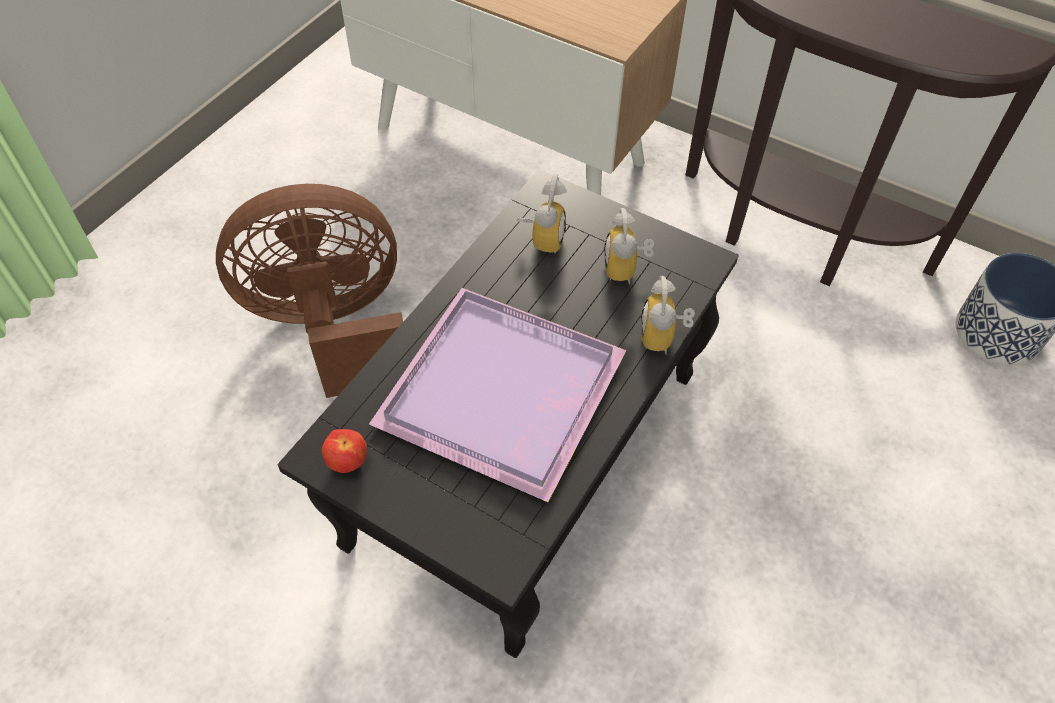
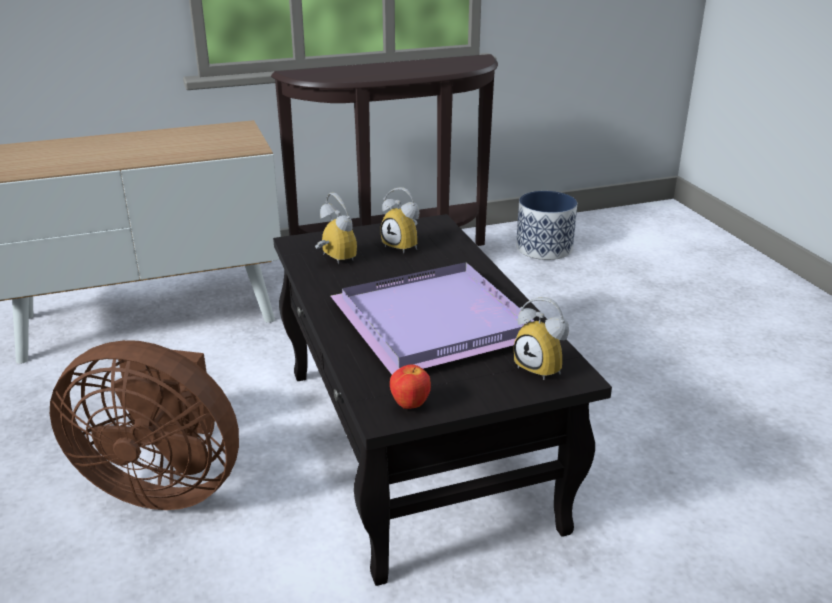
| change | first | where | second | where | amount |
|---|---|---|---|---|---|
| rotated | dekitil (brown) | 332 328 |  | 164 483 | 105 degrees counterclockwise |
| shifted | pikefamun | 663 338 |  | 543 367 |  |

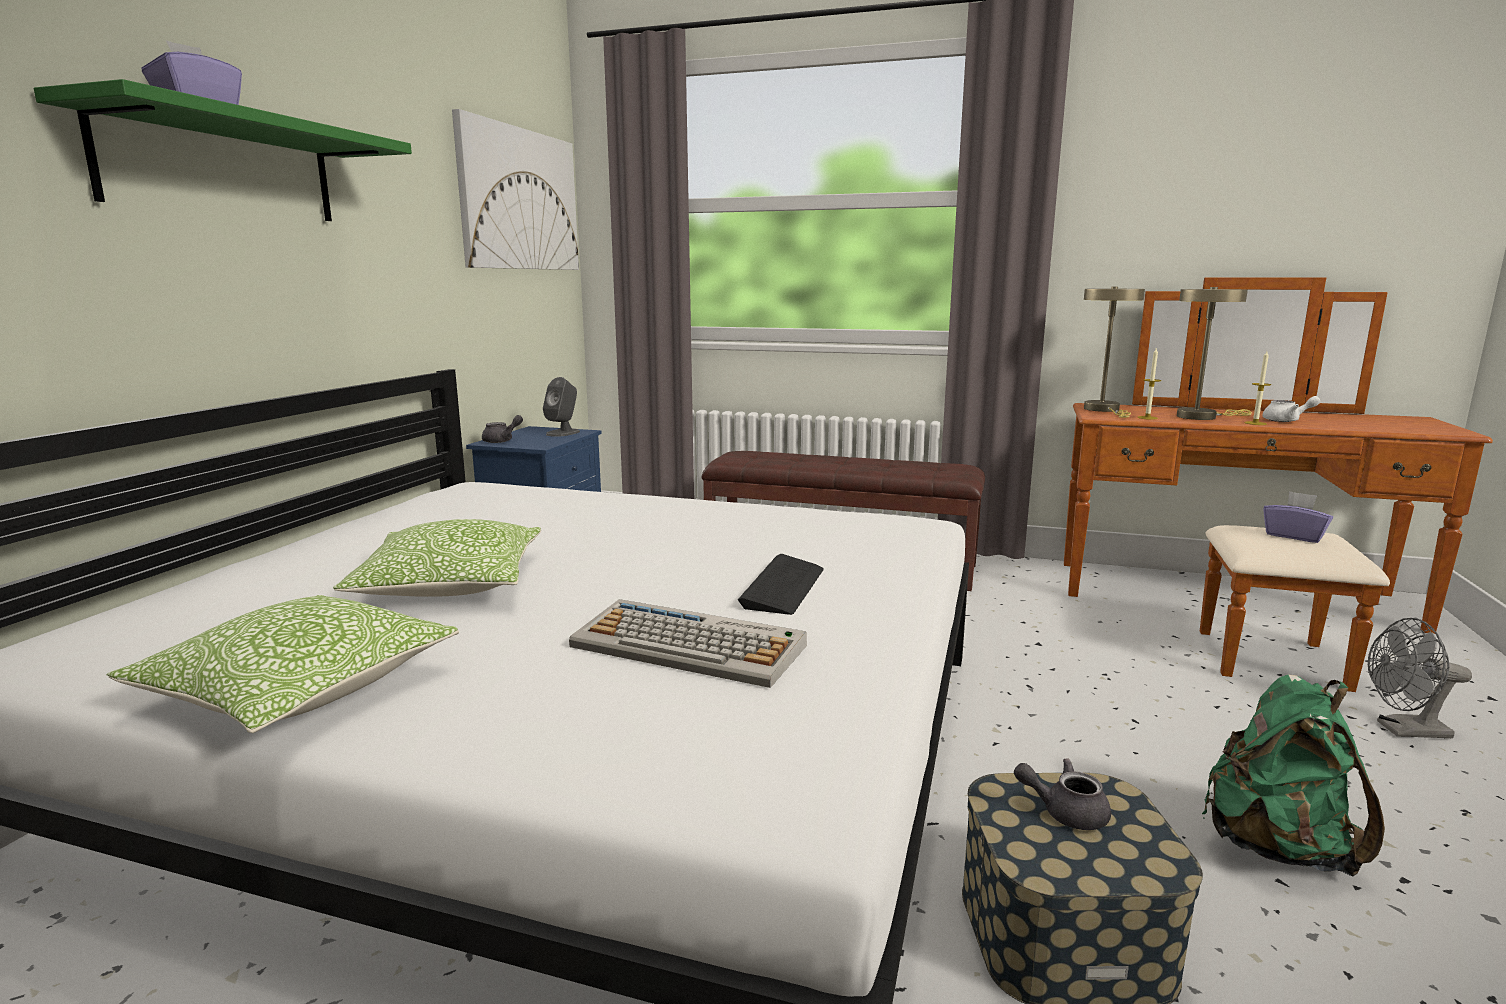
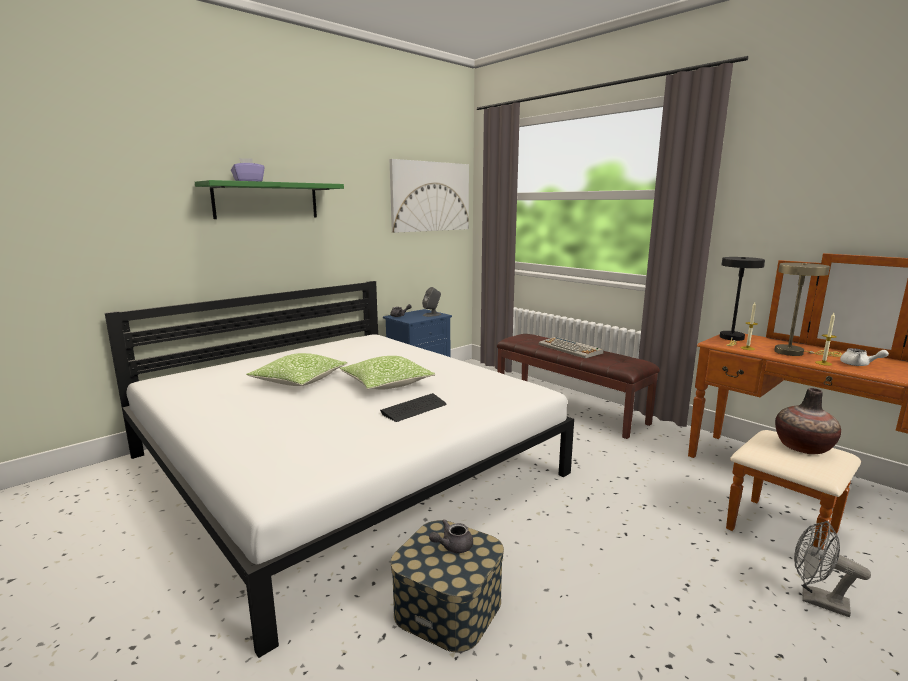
| change | first | where | second | where | amount |
|---|---|---|---|---|---|
| shifted | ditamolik | 299 689 |  | 386 383 |  |
| rotated | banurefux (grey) | 1065 812 |  | 452 546 | 75 degrees counterclockwise |
| shifted | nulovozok | 691 646 |  | 570 349 |  |
| repainted | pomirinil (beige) | 1104 410 | pomirinil (black) | 732 338 |  |
| swapped | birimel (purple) | 1294 536 | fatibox | 802 447 |  |
| gone | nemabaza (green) | 1276 846 |  |  |  |

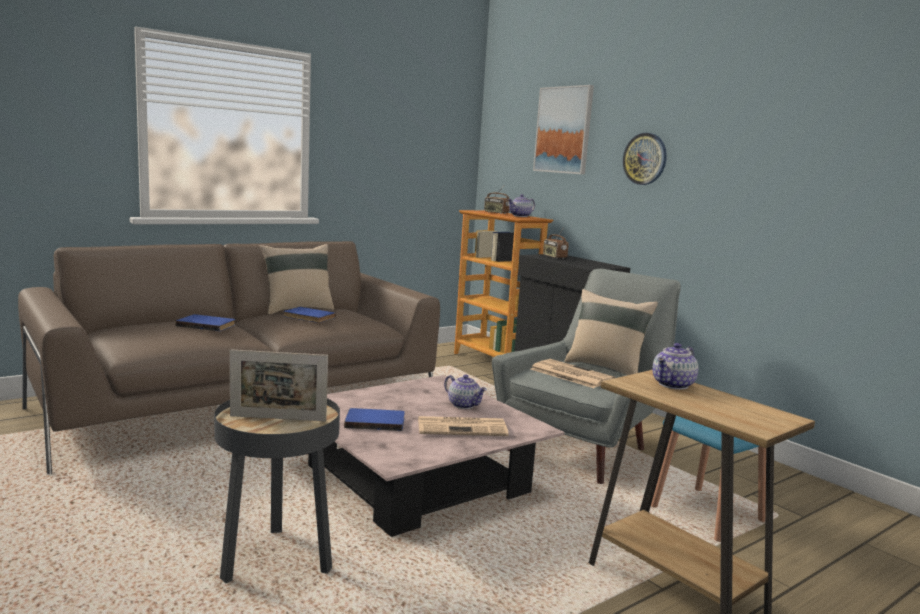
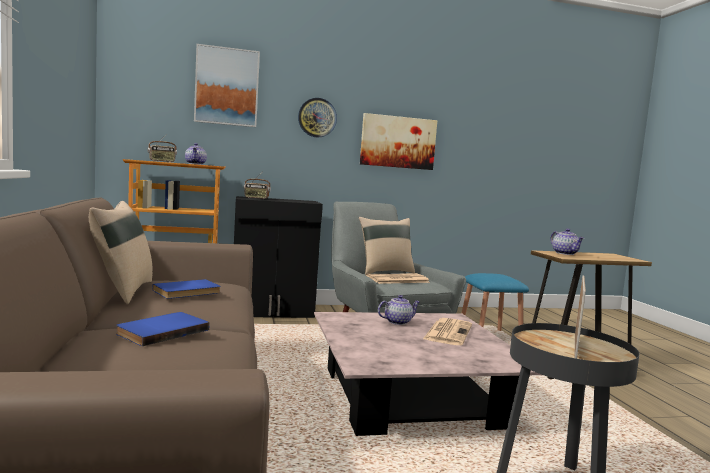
| change | first | where | second | where | amount |
|---|---|---|---|---|---|
| new |  |  | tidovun | 398 142 |  |
| gone | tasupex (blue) | 375 421 |  |  |  |

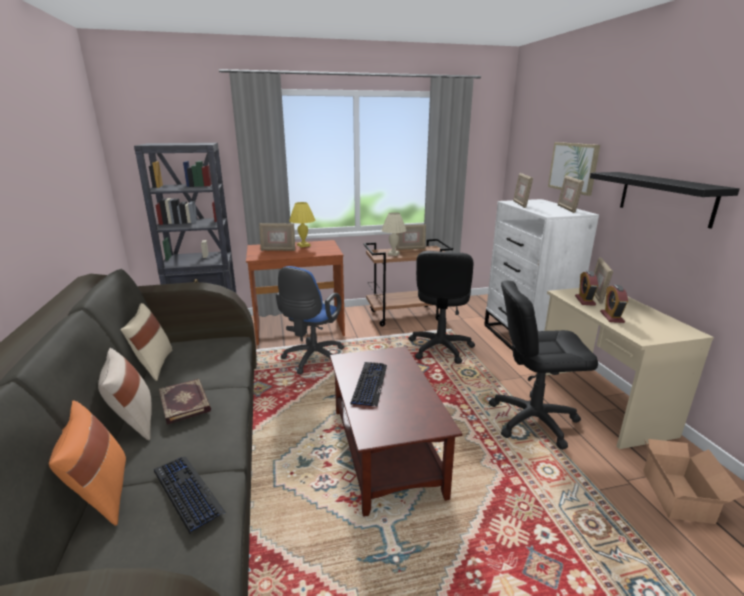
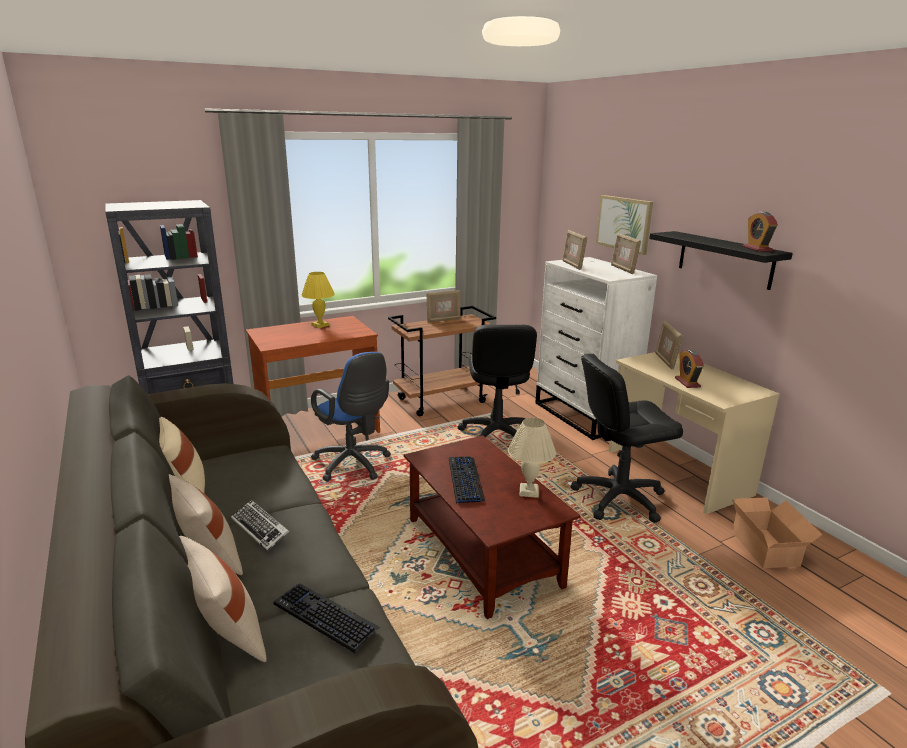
| change | first | where | second | where | amount |
|---|---|---|---|---|---|
| repainted | ditamolik (orange) | 102 495 | ditamolik (beige) | 226 637 |  |
| swapped | tasupex | 186 402 | nulovozok | 260 528 |  |
| rotated | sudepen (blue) | 312 360 |  | 354 465 | 45 degrees counterclockwise |
| shifted | pomirinil (beige) | 393 254 |  | 529 491 |  |
| shifted | pikefamun | 585 300 |  | 757 249 |  |
| gone | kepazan | 278 250 |  |  |  |

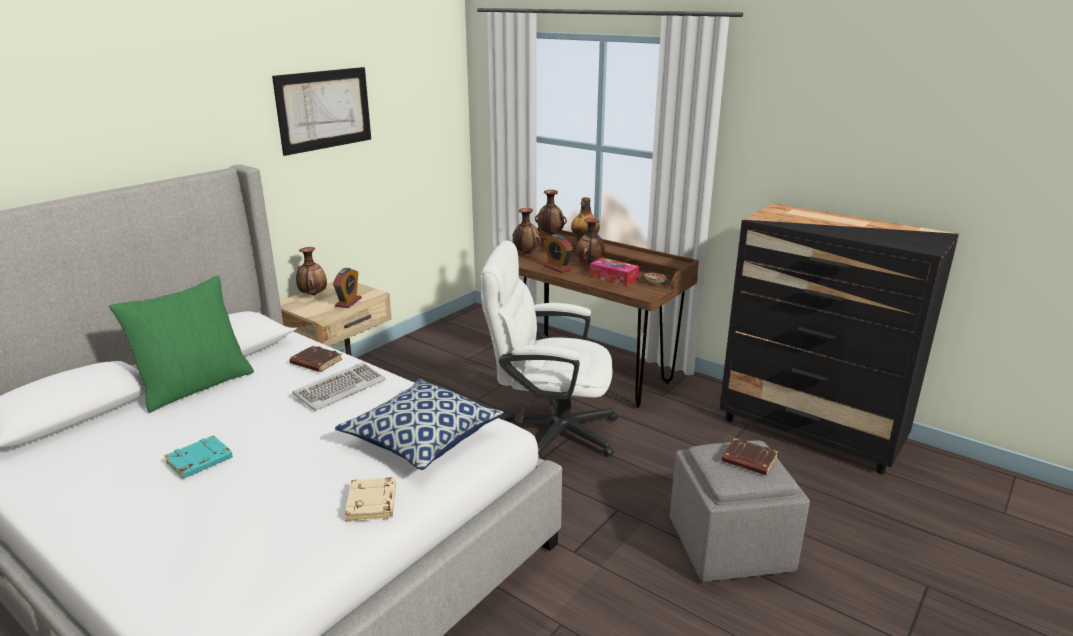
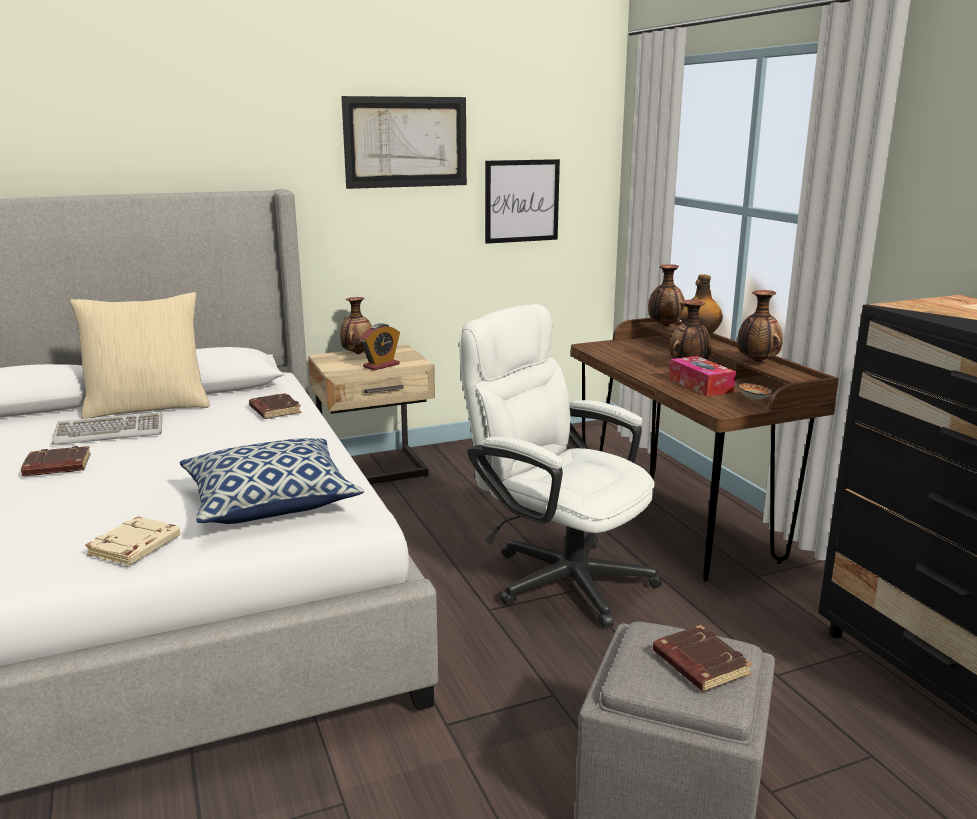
| change | first | where | second | where | amount |
|---|---|---|---|---|---|
| repainted | tasupex (turquoise) | 199 462 | tasupex (brown) | 56 467 |  |
| shifted | nulovozok | 340 389 |  | 110 432 |  |
| repainted | ditamolik (green) | 195 386 | ditamolik (beige) | 148 407 |  |
| new |  |  | tidovun | 522 201 |  |
| shifted | fatibox | 526 253 |  | 757 361 |  |
| gone | pikefamun | 557 268 |  |  |  |

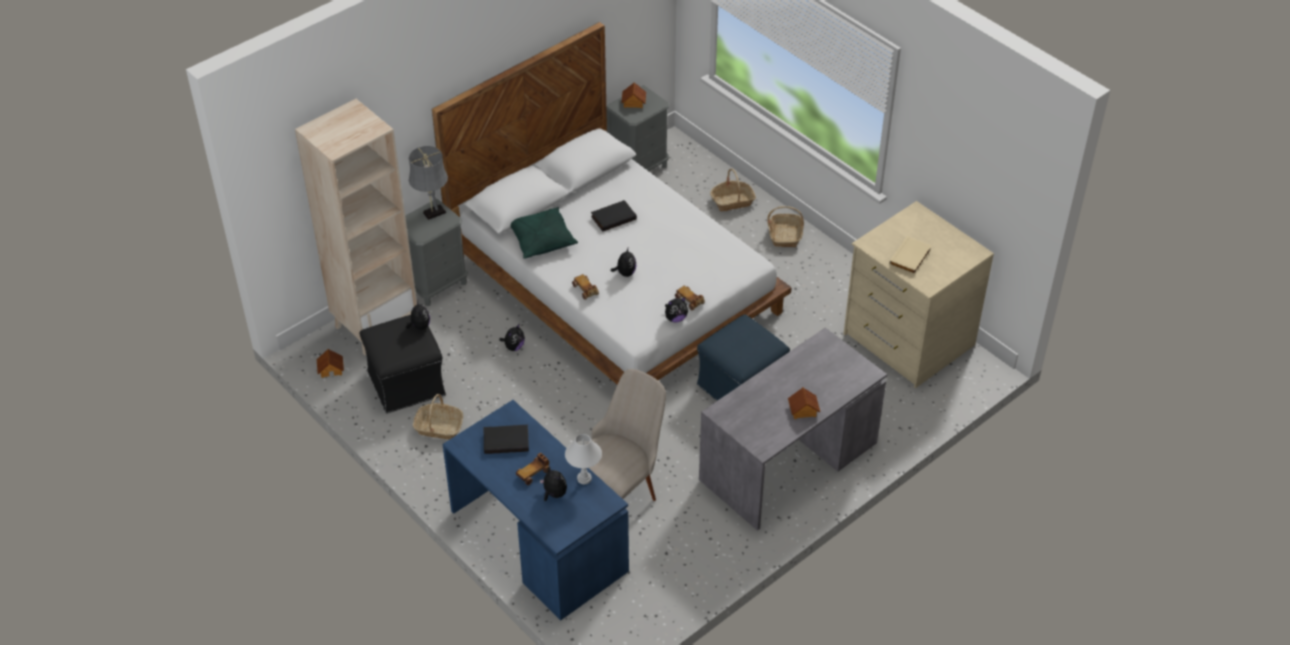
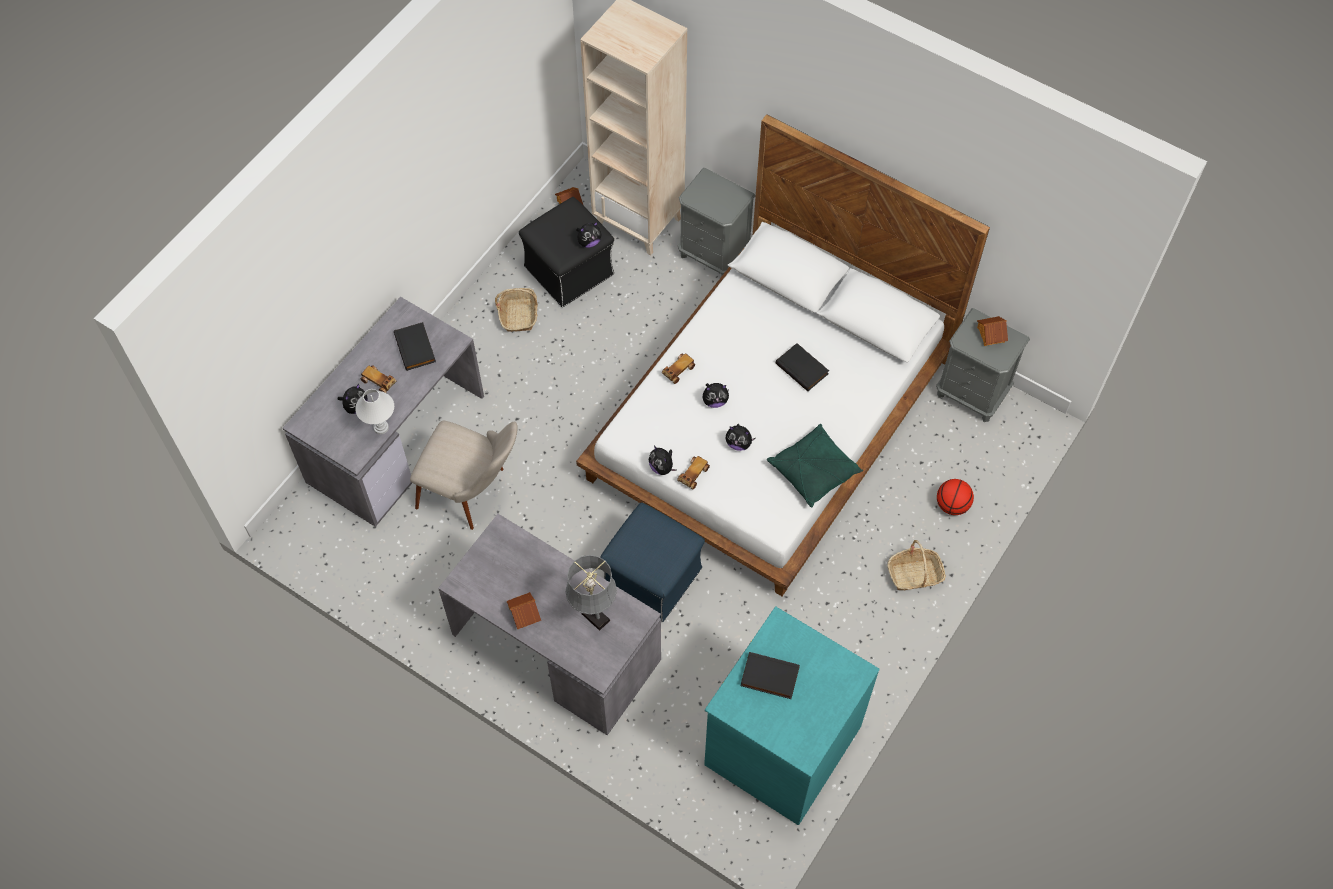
| change | first | where | second | where | amount |
|---|---|---|---|---|---|
| repainted | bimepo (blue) | 537 541 | bimepo (grey) | 396 437 |  |
| shifted | pomirinil (grey) | 432 213 |  | 593 615 |  |
| repainted | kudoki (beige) | 907 340 | kudoki (turquoise) | 780 744 |  |
| shifted | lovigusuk | 514 347 |  | 738 443 |  |
| repainted | tasupex (beige) | 911 258 | tasupex (black) | 769 678 |  |
| shifted | ditamolik (green) | 541 240 |  | 814 471 |  |
| swapped | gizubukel | 732 201 | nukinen | 952 505 |  |

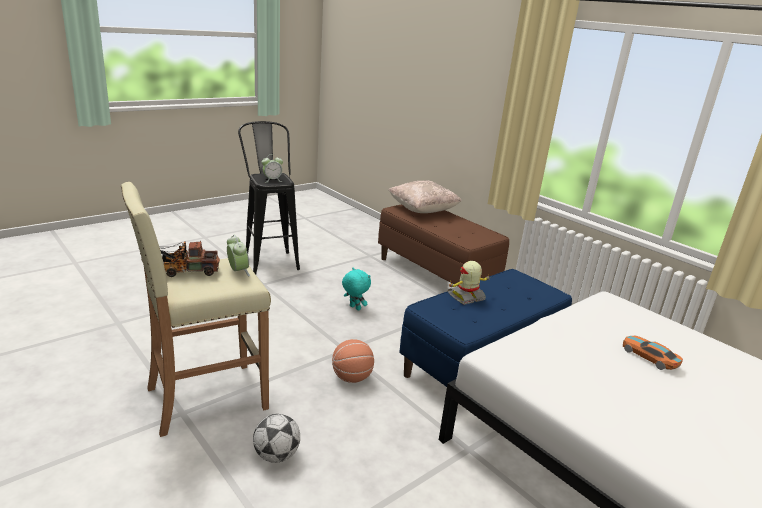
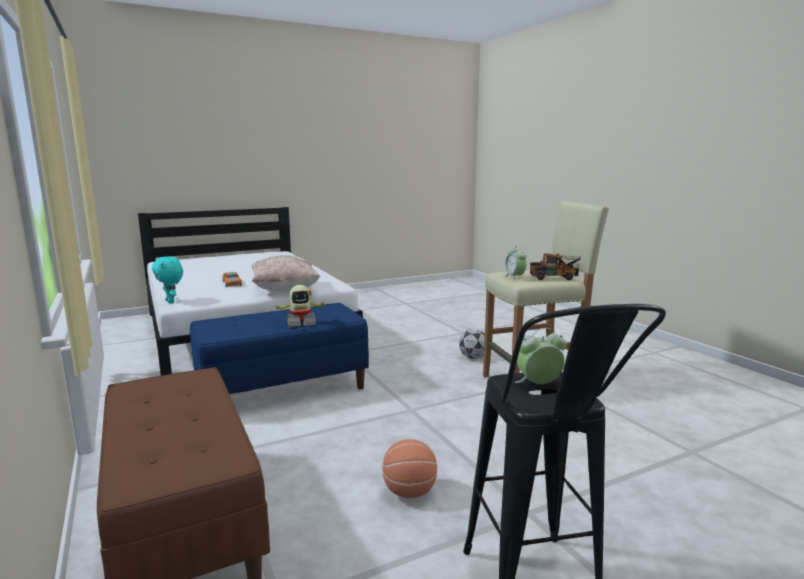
| change | first | where | second | where | amount |
|---|---|---|---|---|---|
| shifted | lovigusuk (turquoise) | 354 308 |  | 171 302 |  |
| shifted | ditamolik (beige) | 423 210 |  | 285 290 |  |
| shifted | nukinen | 351 377 |  | 410 492 |  |

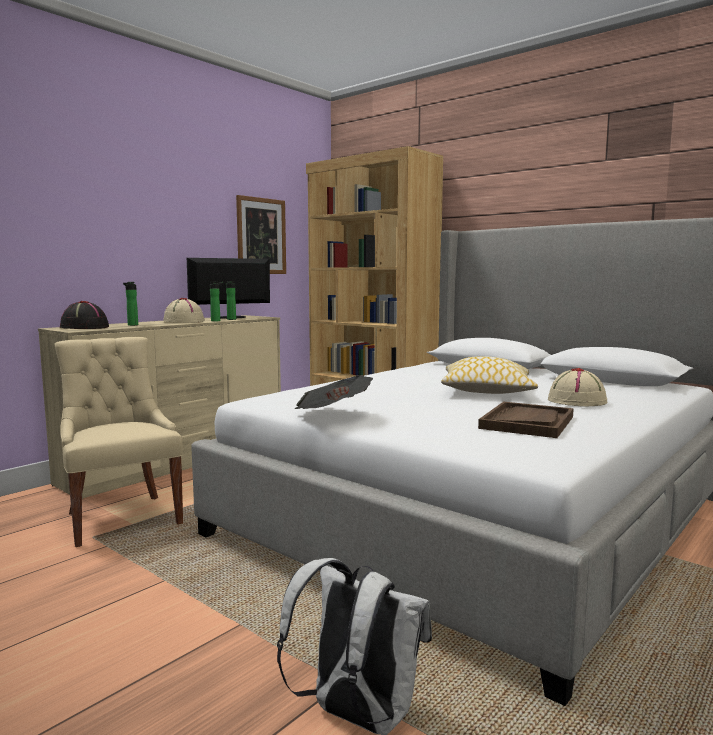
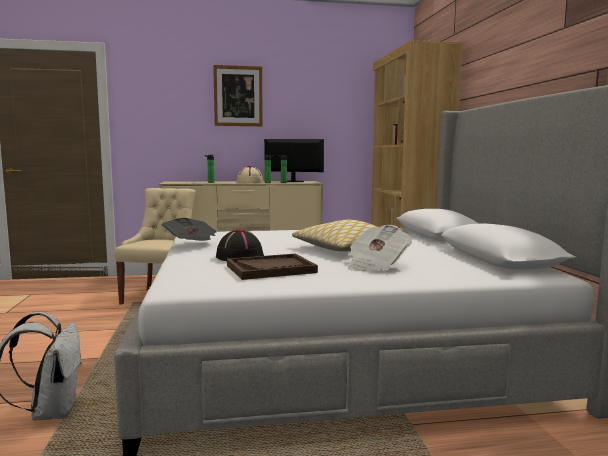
| change | first | where | second | where | amount |
|---|---|---|---|---|---|
| shifted | tidovun | 261 236 |  | 238 96 |  |
| shifted | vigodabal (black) | 84 327 |  | 239 257 |  |
| swapped | vigodabal (beige) | 577 401 | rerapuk | 375 266 |  |

